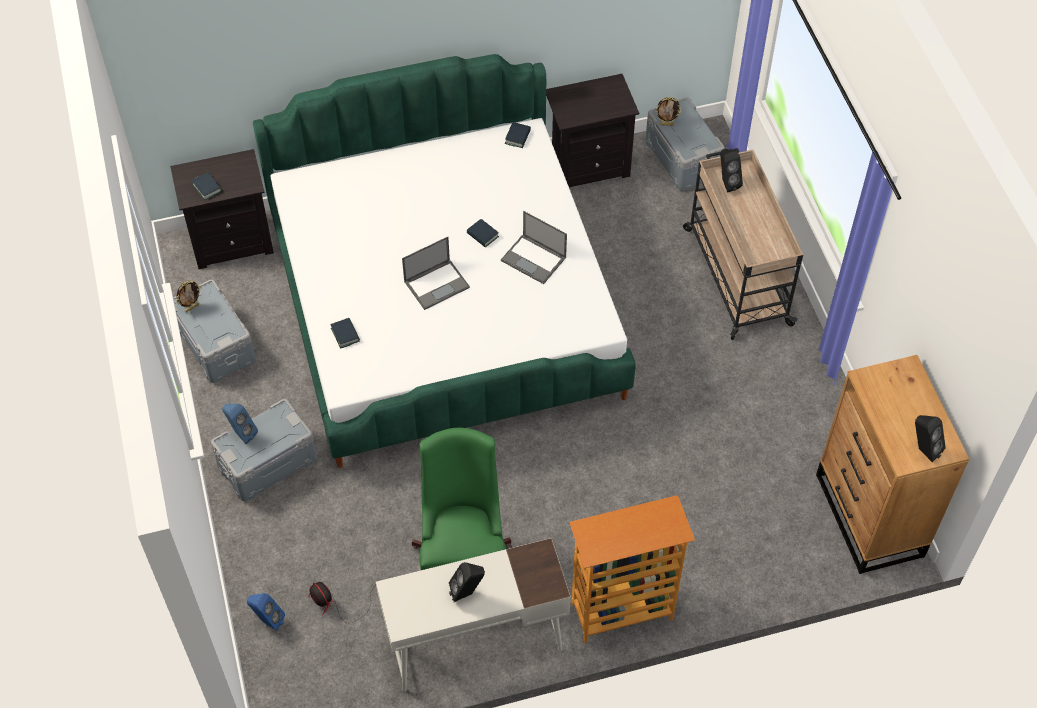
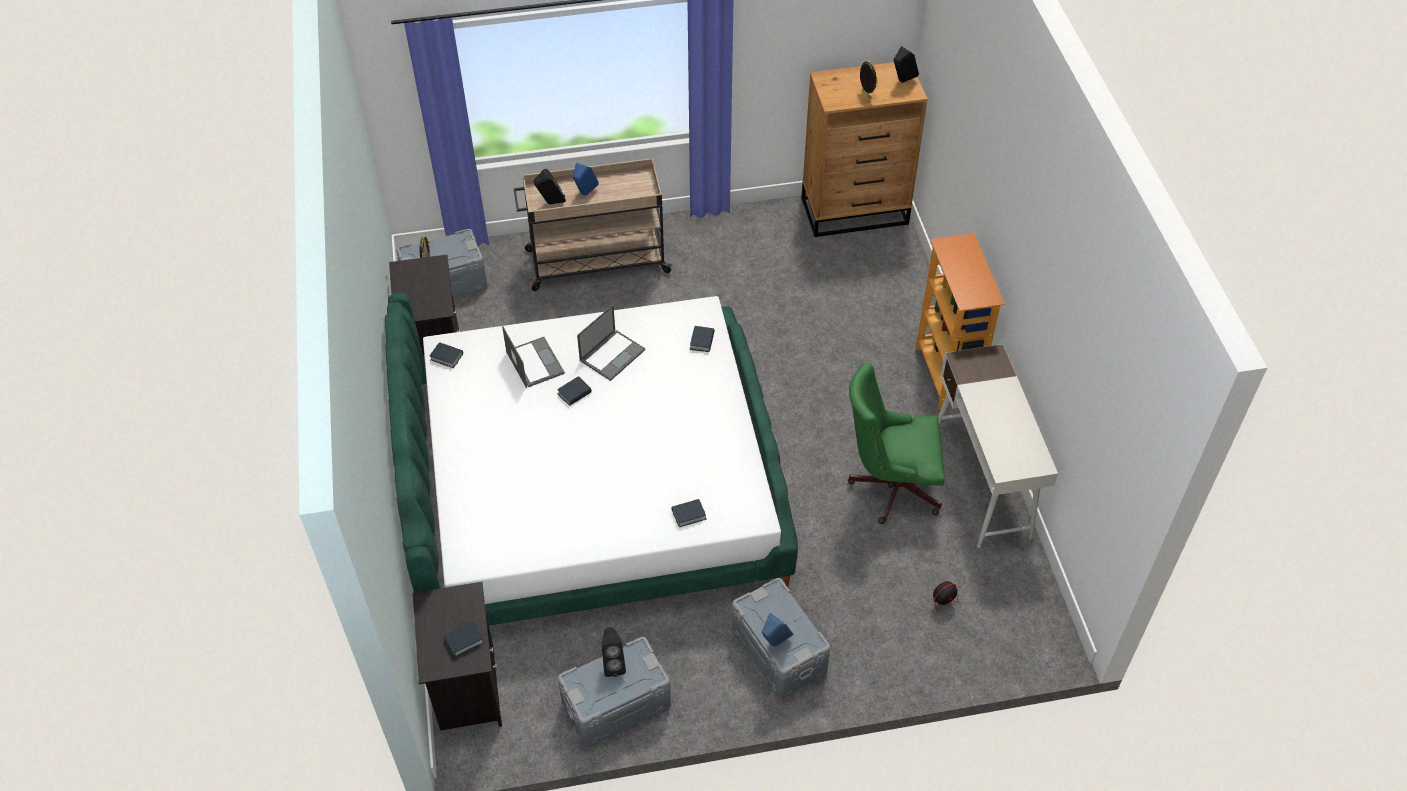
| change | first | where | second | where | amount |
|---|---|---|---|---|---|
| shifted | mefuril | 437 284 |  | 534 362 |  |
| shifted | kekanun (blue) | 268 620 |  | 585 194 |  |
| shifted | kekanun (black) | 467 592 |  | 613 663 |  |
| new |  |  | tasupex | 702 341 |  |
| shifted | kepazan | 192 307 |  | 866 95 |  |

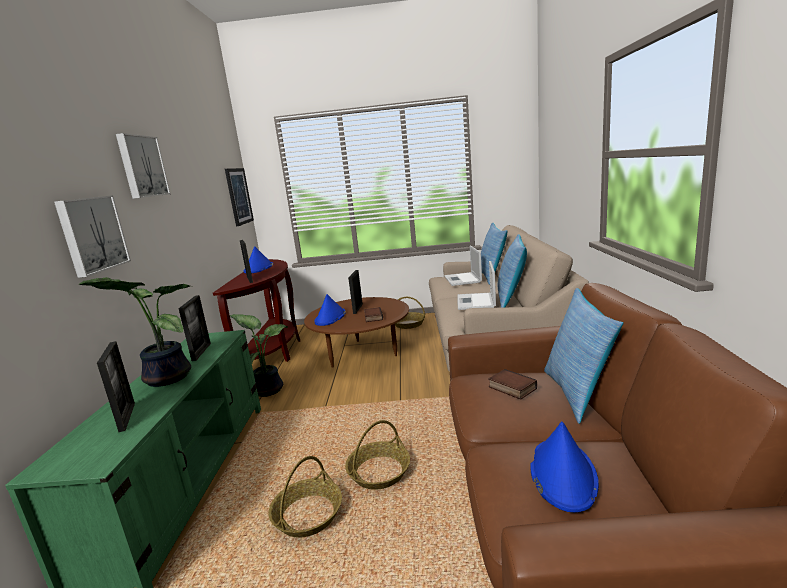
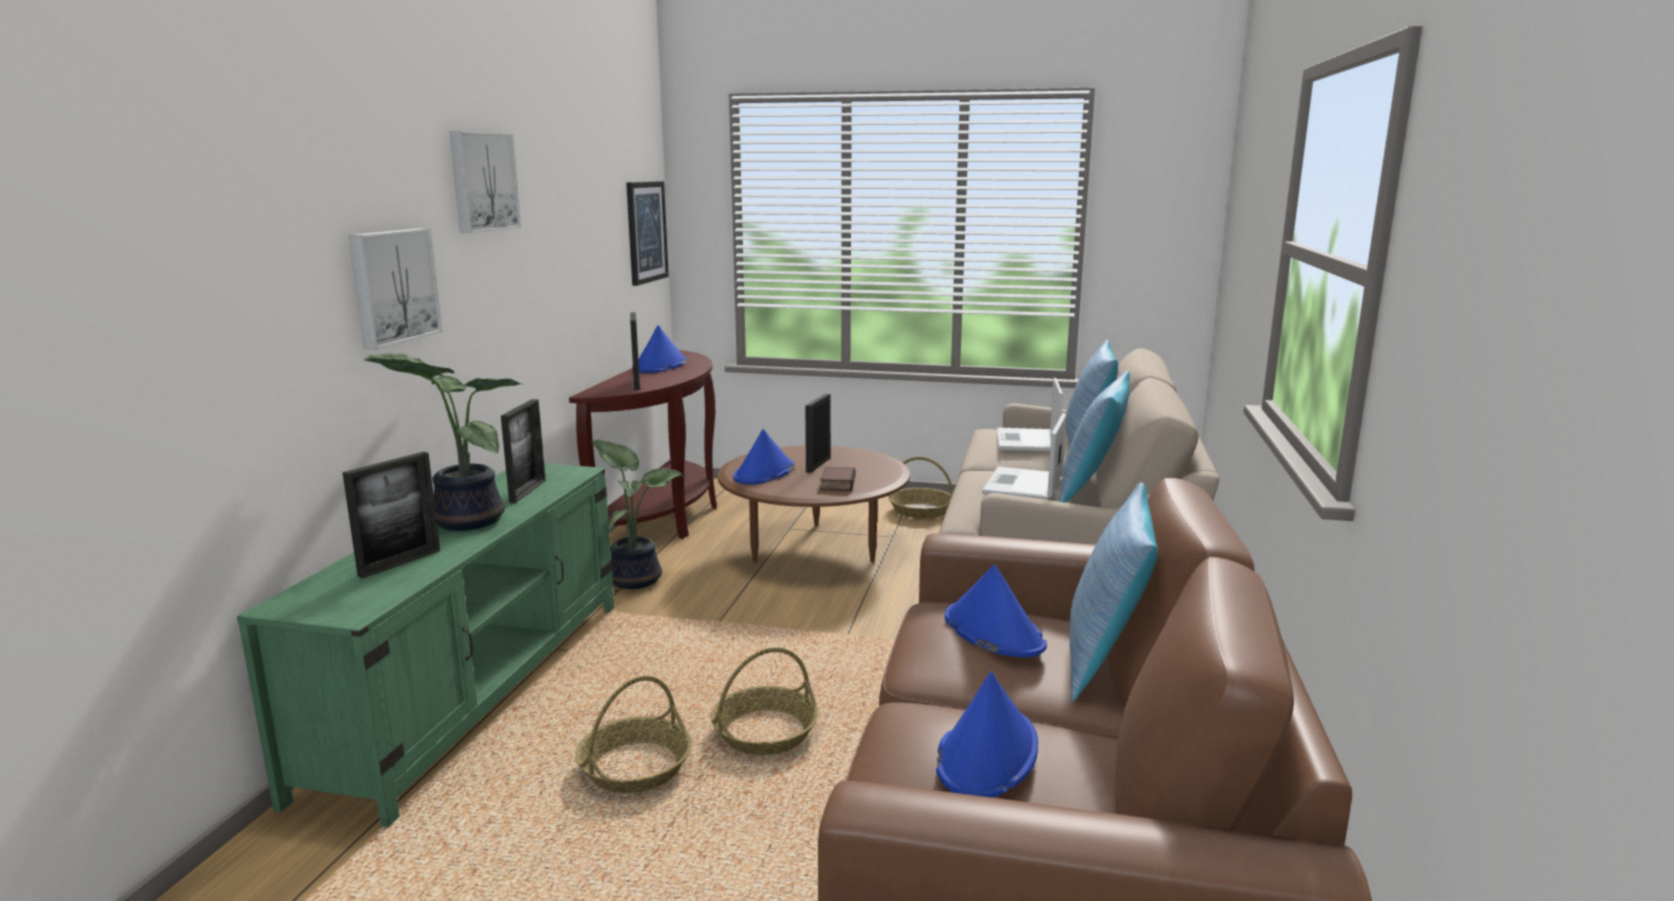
| change | first | where | second | where | amount |
|---|---|---|---|---|---|
| rotated | kepazan | 127 417 |  | 400 563 | 45 degrees clockwise |
| swapped | tasupex | 511 388 | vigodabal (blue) | 993 631 |  |

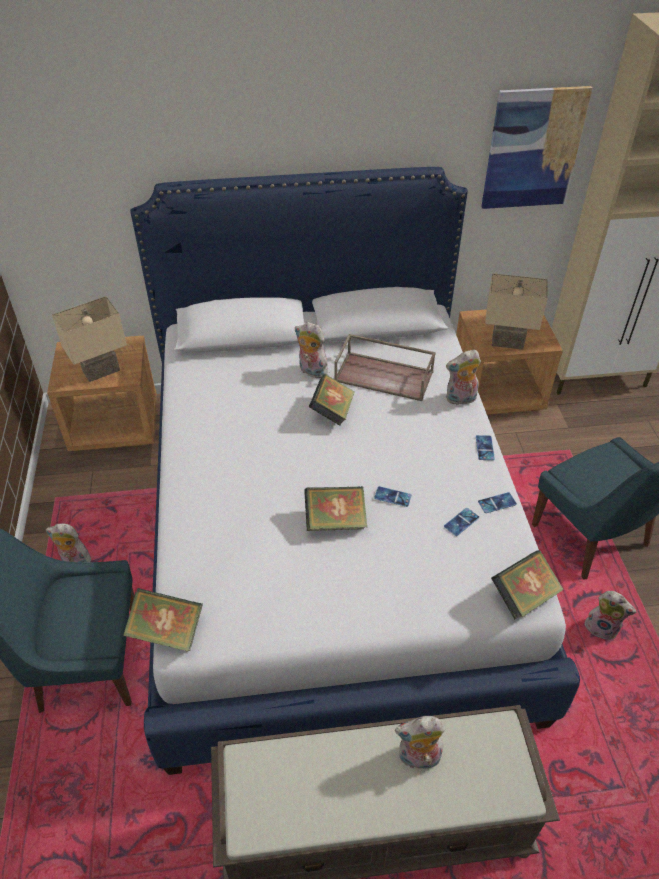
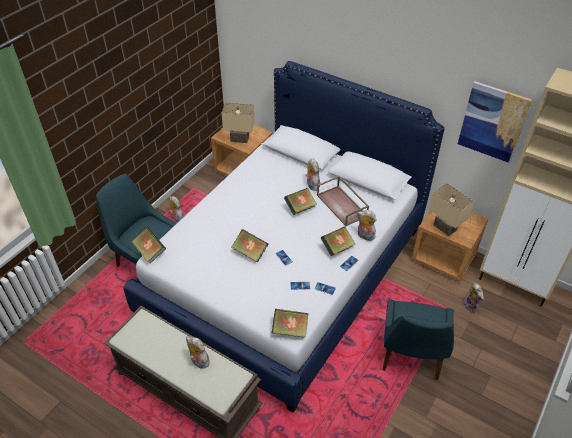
| change | first | where | second | where | amount |
|---|---|---|---|---|---|
| new |  |  | tasupex | 337 248 |  |
| shifted | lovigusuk | 602 628 |  | 472 306 |  |

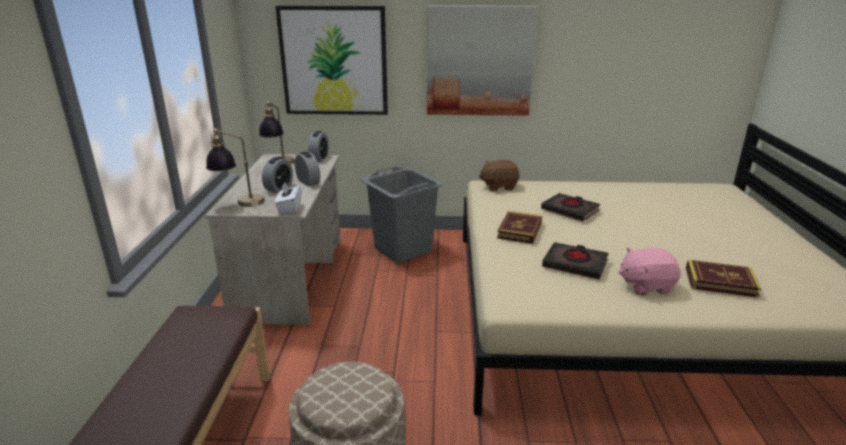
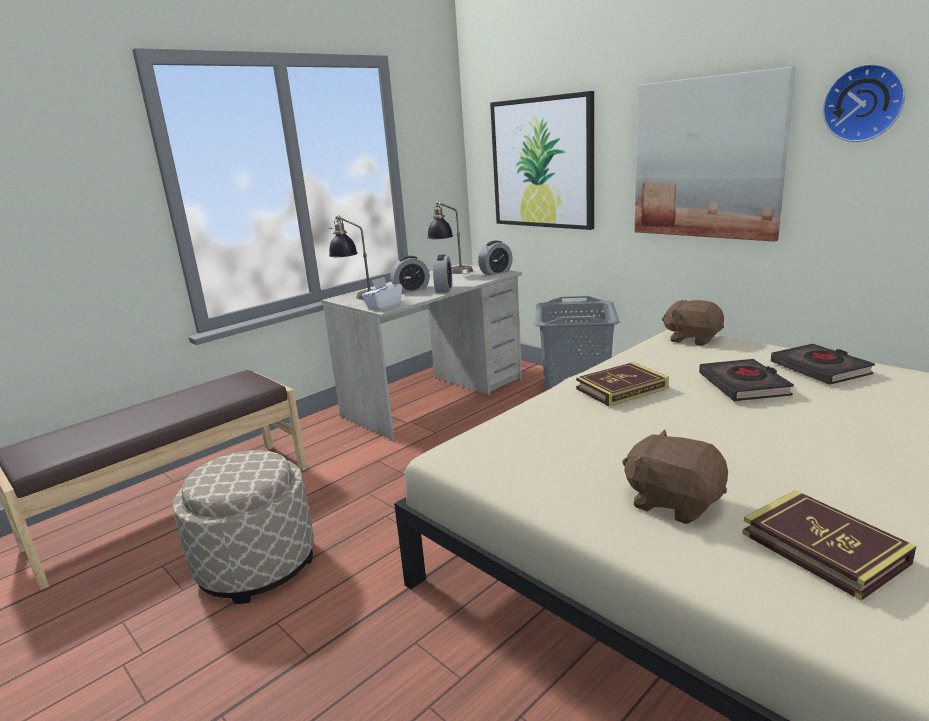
| change | first | where | second | where | amount |
|---|---|---|---|---|---|
| repainted | lovigusuk (pink) | 645 285 | lovigusuk (brown) | 673 502 |  |
| shifted | tasupex (black) | 575 264 |  | 820 369 |  |
| new |  |  | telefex | 864 103 |  |

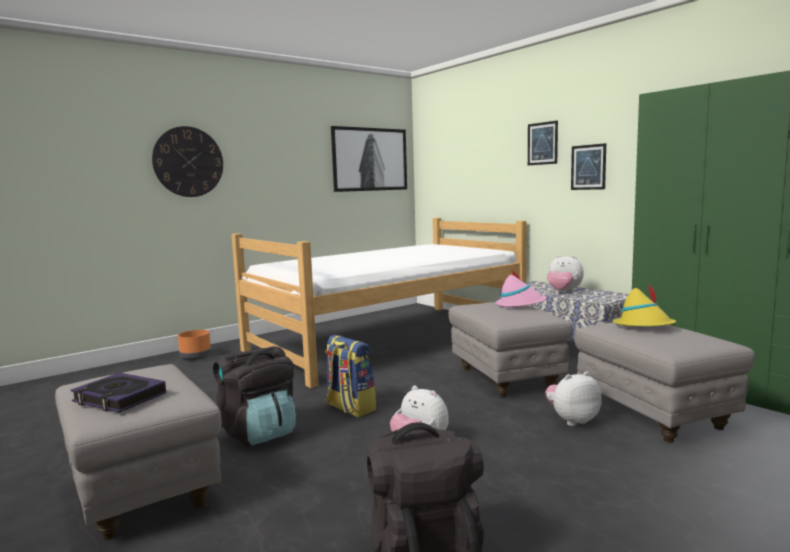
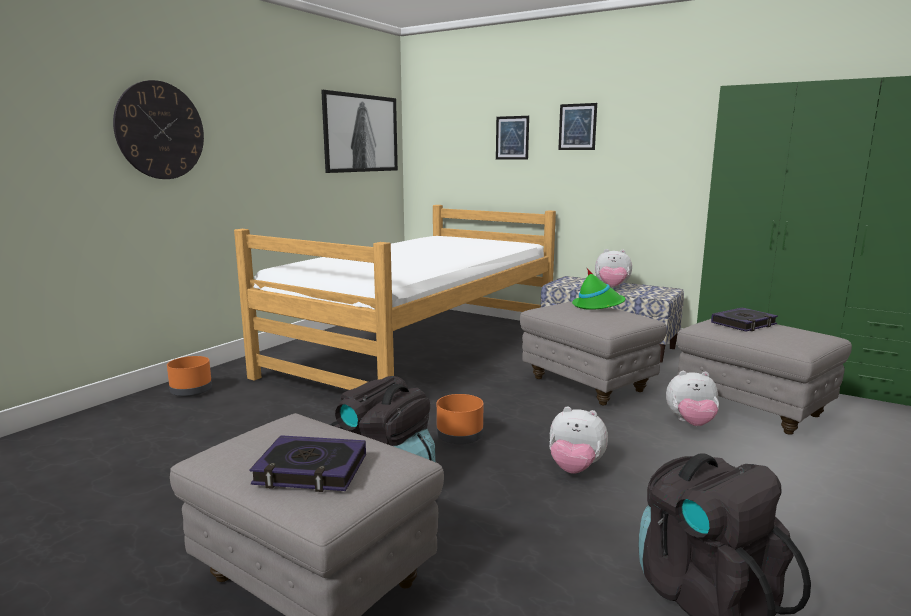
| change | first | where | second | where | amount |
|---|---|---|---|---|---|
| swapped | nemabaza | 349 408 | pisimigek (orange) | 459 437 |  |
| shifted | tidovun | 588 167 |  | 512 138 |  |
| repainted | vigodabal (pink) | 520 305 | vigodabal (green) | 598 305 |  |
| rotated | lovigusuk | 572 420 |  | 691 423 | 135 degrees counterclockwise |
| swapped | vigodabal (yellow) | 644 326 | tasupex | 744 324 |  |

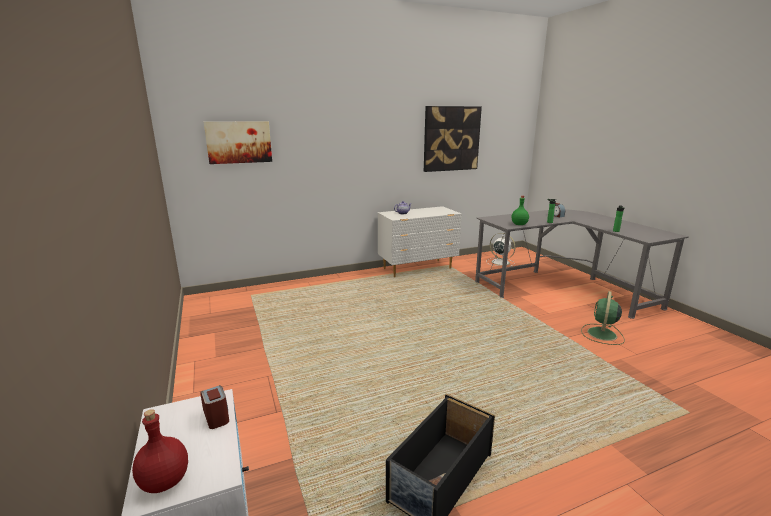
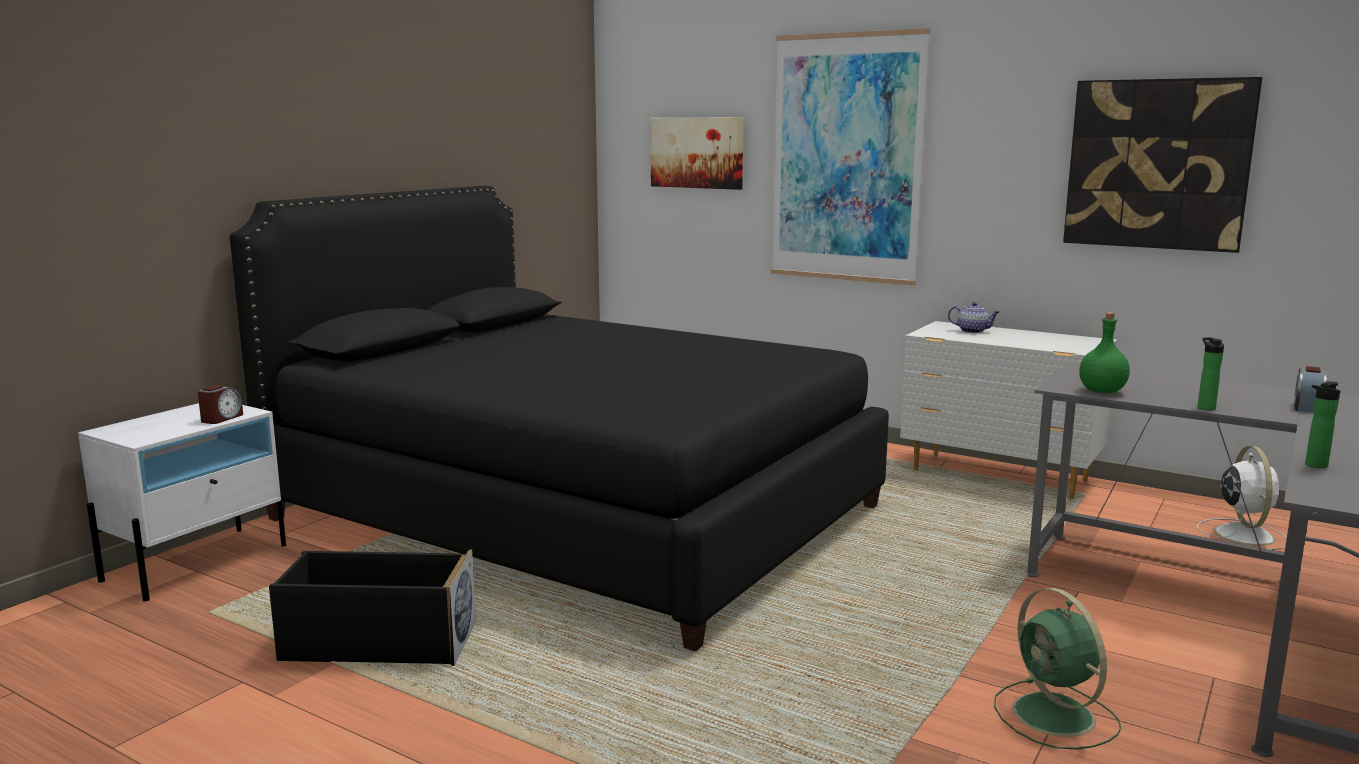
| change | first | where | second | where | amount |
|---|---|---|---|---|---|
| new |  |  | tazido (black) | 576 513 |  |
| new |  |  | tidovun | 846 159 |  |
| rotated | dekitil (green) | 601 334 |  | 1056 716 | 105 degrees counterclockwise |
| gone | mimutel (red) | 165 481 |  |  |  |

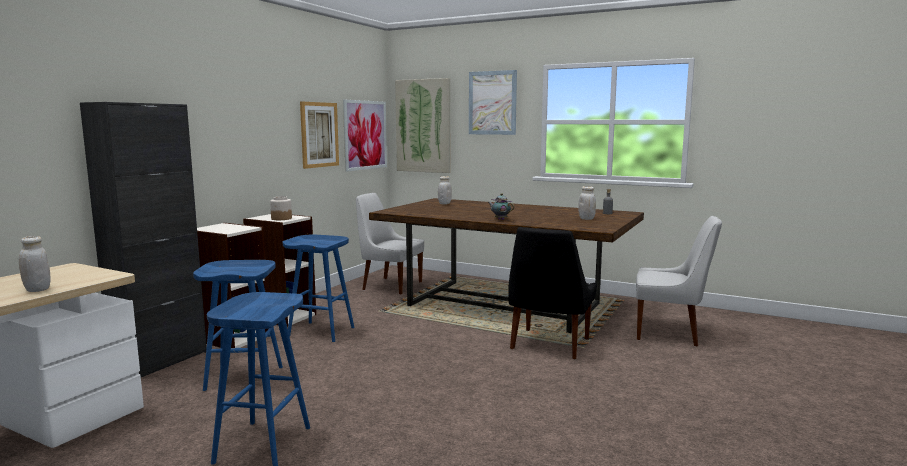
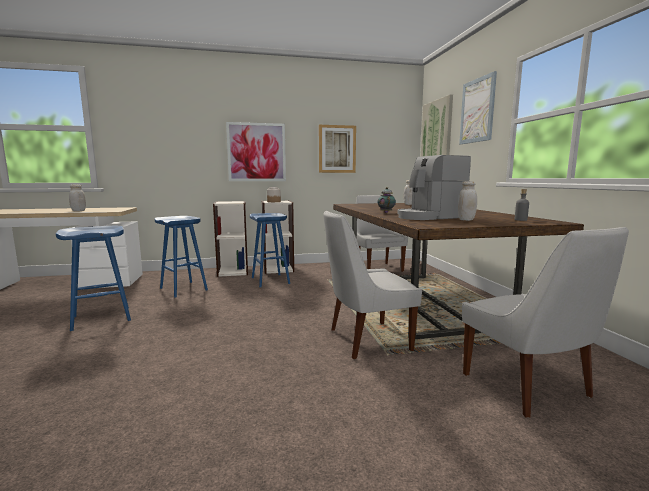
| change | first | where | second | where | amount |
|---|---|---|---|---|---|
| shifted | tidovun | 365 135 |  | 256 152 |  |
| repainted | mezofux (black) | 548 345 | mezofux (white) | 366 340 |  |
| new |  |  | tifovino | 429 217 |  |
| gone | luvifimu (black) | 160 362 |  |  |  |

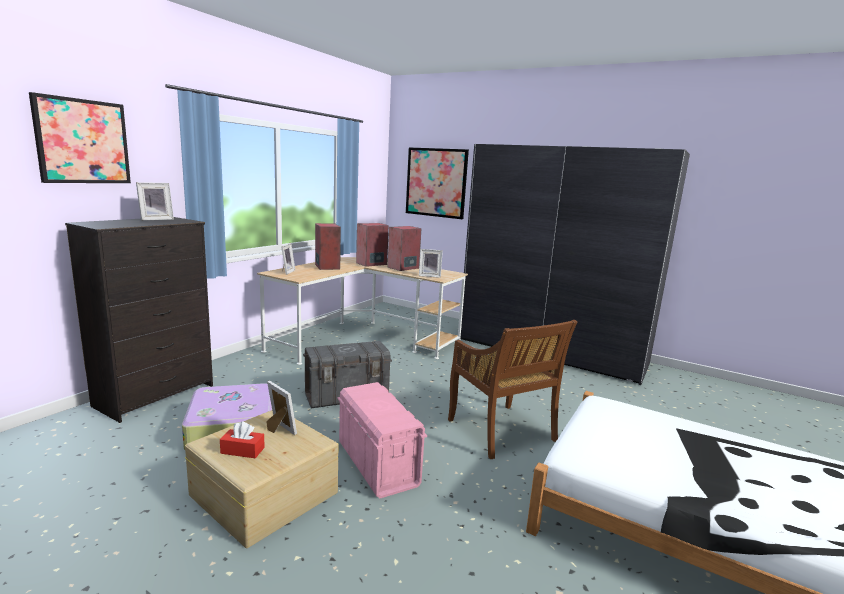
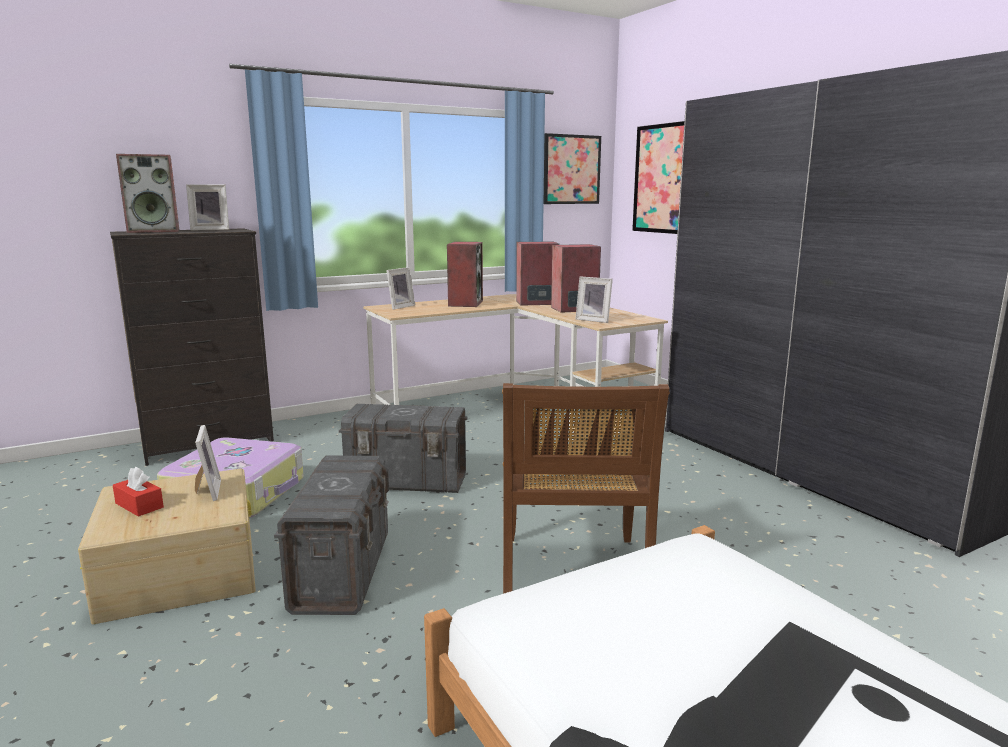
| change | first | where | second | where | amount |
|---|---|---|---|---|---|
| new |  |  | kekanun | 155 231 |  |
| repainted | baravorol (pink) | 377 463 | baravorol (grey) | 342 571 |  |
| shifted | tidovun | 82 141 |  | 570 169 |  |

